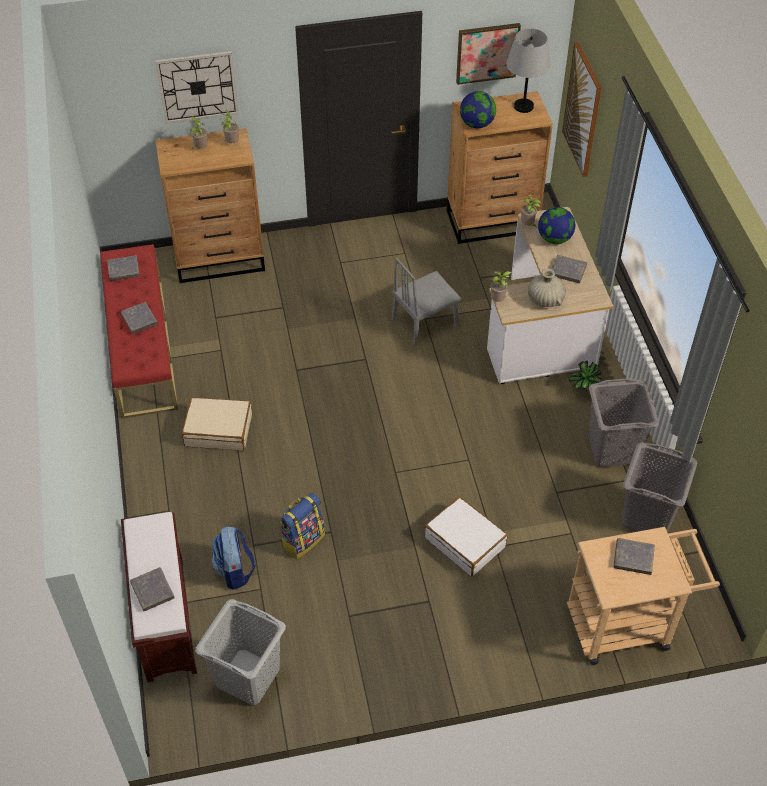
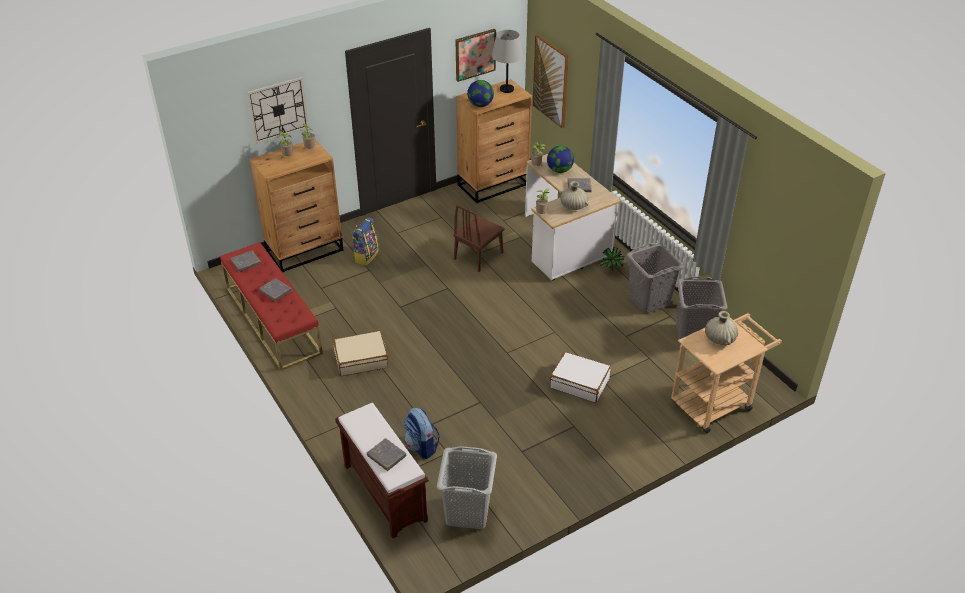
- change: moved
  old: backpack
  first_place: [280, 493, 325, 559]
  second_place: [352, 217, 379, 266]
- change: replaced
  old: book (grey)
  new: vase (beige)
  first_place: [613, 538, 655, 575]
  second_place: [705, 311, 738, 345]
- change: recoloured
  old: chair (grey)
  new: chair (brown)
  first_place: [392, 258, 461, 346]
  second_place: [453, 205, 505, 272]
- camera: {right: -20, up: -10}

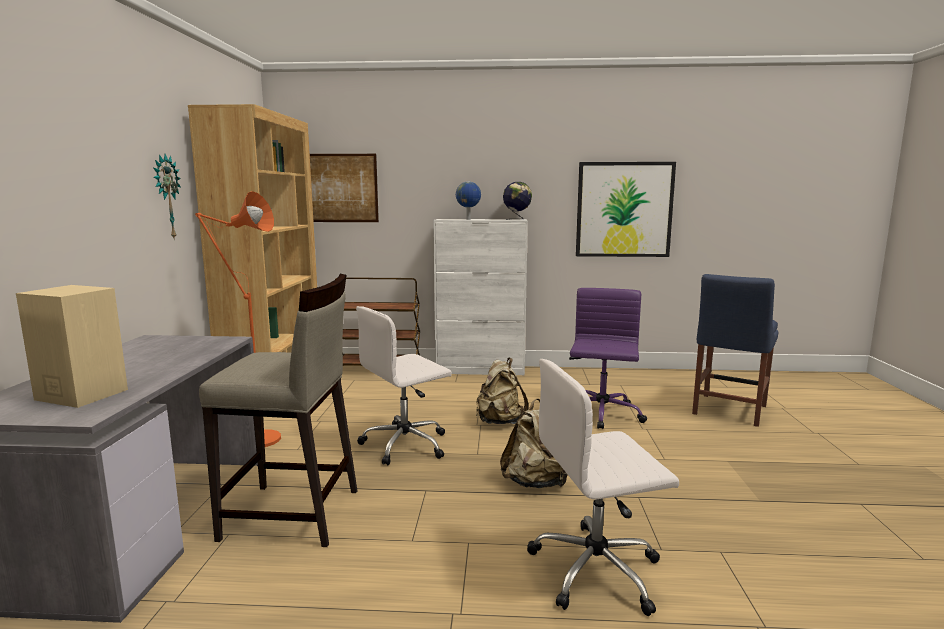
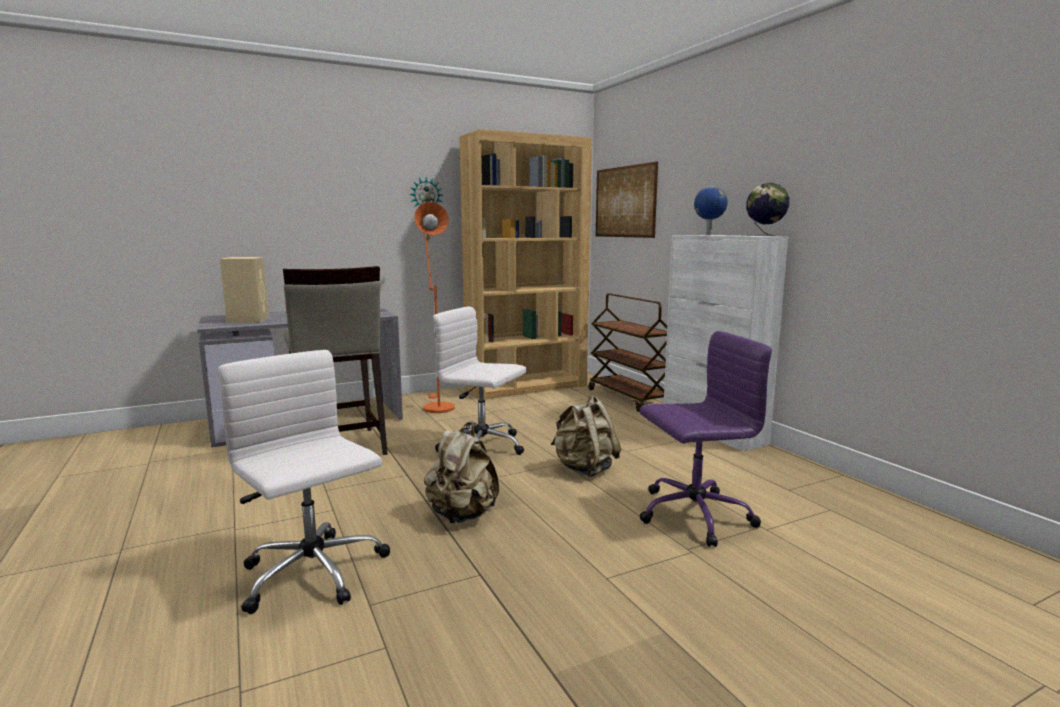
- change: removed
  old: picture
  first_place: [576, 162, 676, 257]
- change: removed
  old: chair (blue)
  first_place: [692, 274, 778, 427]
- camera: {right: 60, up: 0}

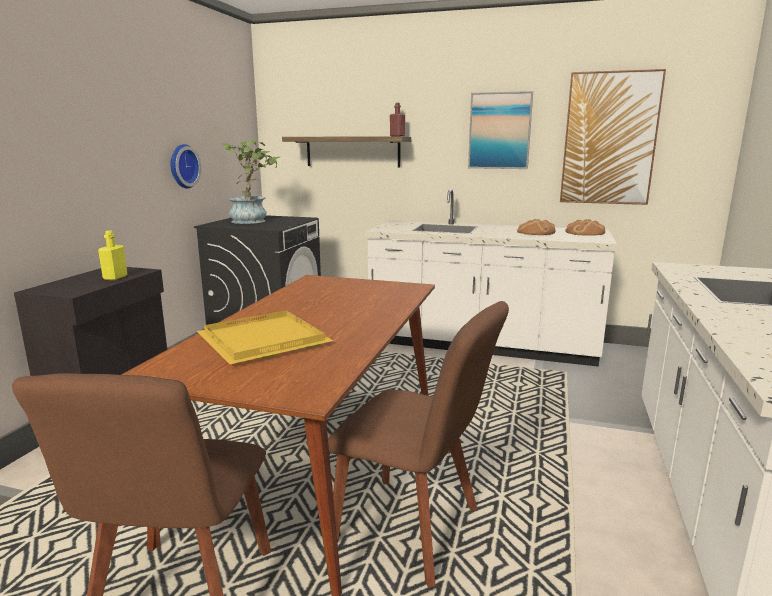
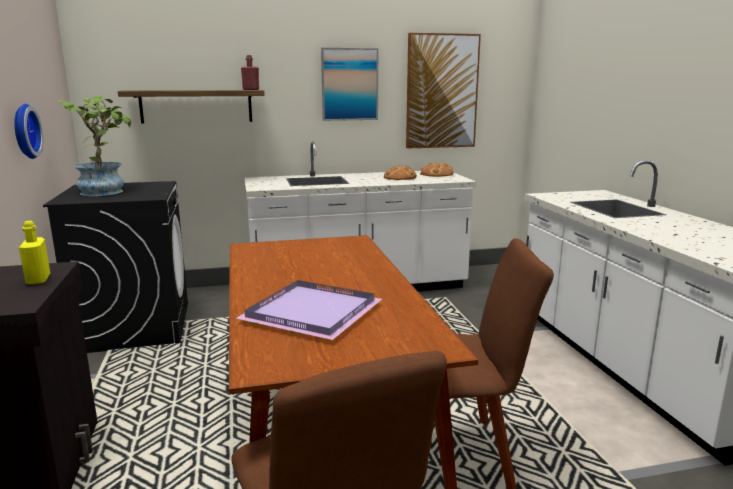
- change: recoloured
  old: tray (yellow)
  new: tray (purple)
  first_place: [197, 310, 333, 364]
  second_place: [235, 280, 382, 340]
- camera: {right: -30, up: 0}

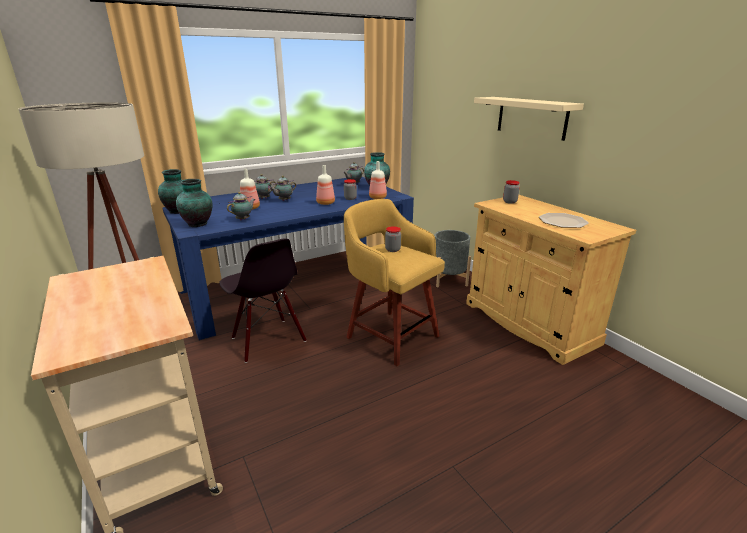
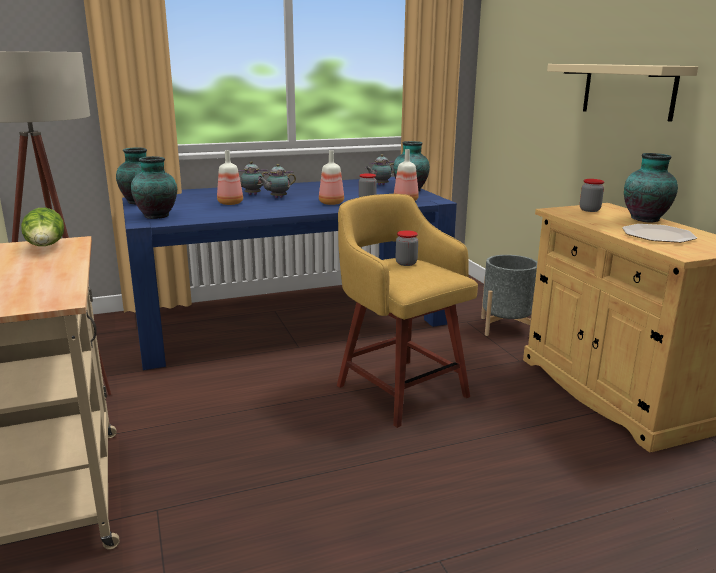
- change: removed
  old: chair (black)
  first_place: [219, 238, 307, 363]
- change: removed
  old: teapot
  first_place: [227, 192, 255, 220]
- change: added
  new: lettuce
  second_place: [21, 208, 64, 246]
- change: added
  new: vase
  second_place: [624, 153, 678, 223]
- camera: {right: 10, up: -5}

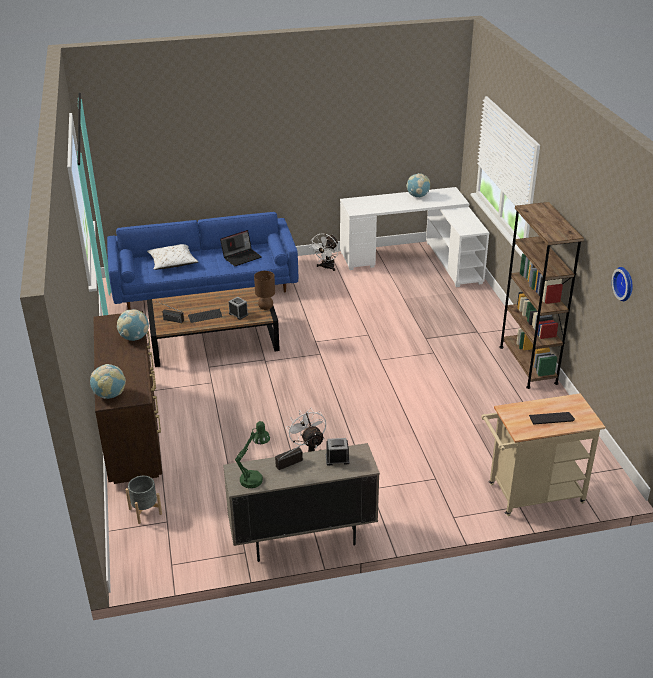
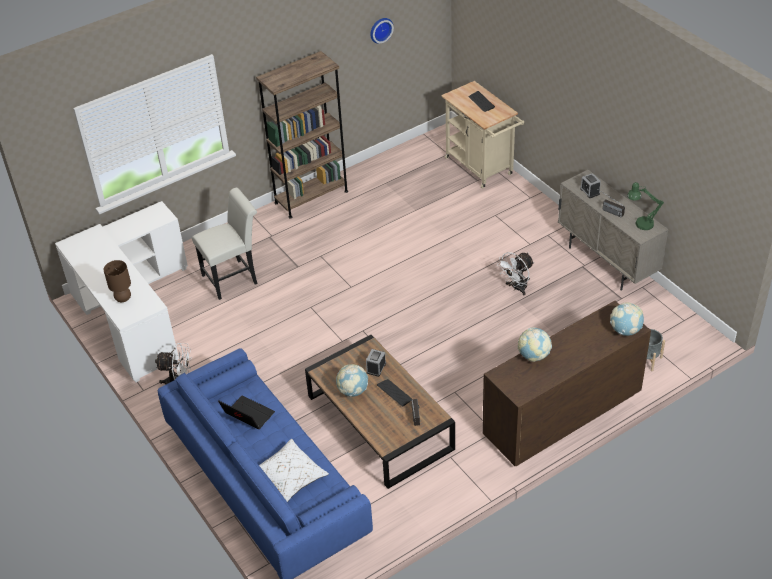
- change: added
  new: chair (white)
  second_place: [192, 188, 258, 300]
- change: moved
  old: table lamp (brown)
  first_place: [254, 271, 275, 310]
  second_place: [103, 260, 131, 302]
- change: moved
  old: globe
  first_place: [406, 173, 430, 198]
  second_place: [336, 364, 368, 397]
- camera: {right: -110, up: 10}

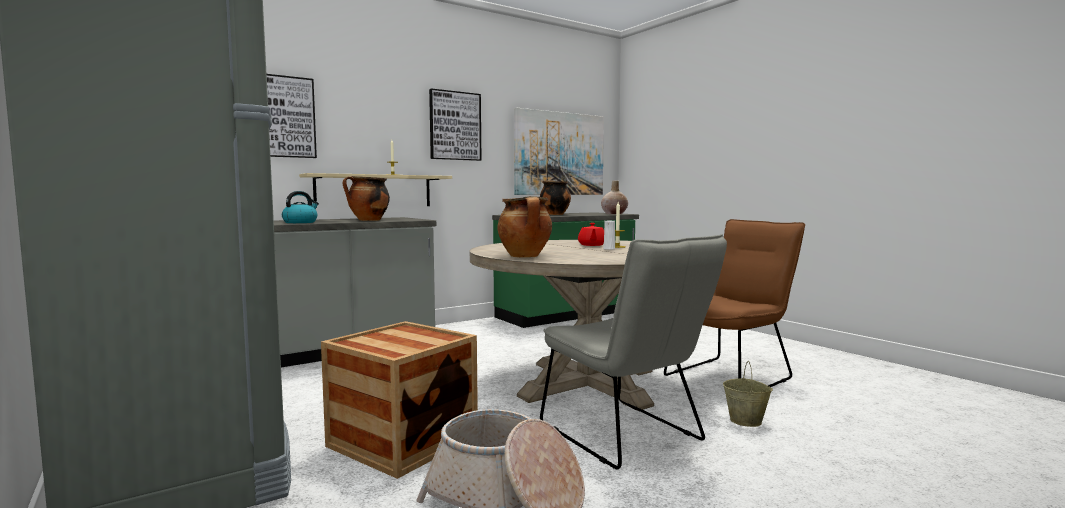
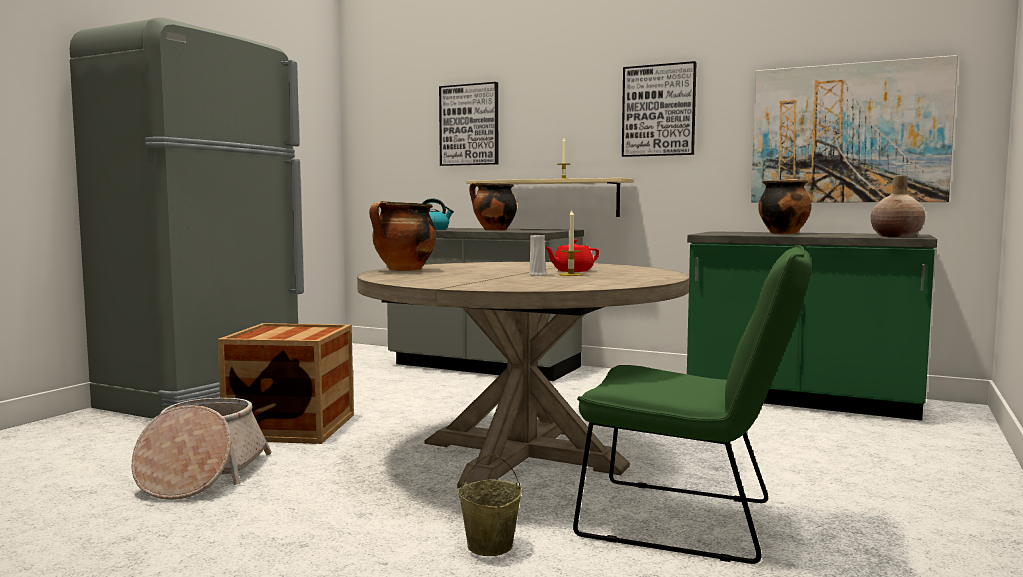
- change: removed
  old: chair (grey)
  first_place: [540, 234, 727, 469]
- change: recoloured
  old: chair (brown)
  new: chair (green)
  first_place: [664, 219, 805, 387]
  second_place: [573, 245, 812, 564]
- camera: {right: 60, up: 0}

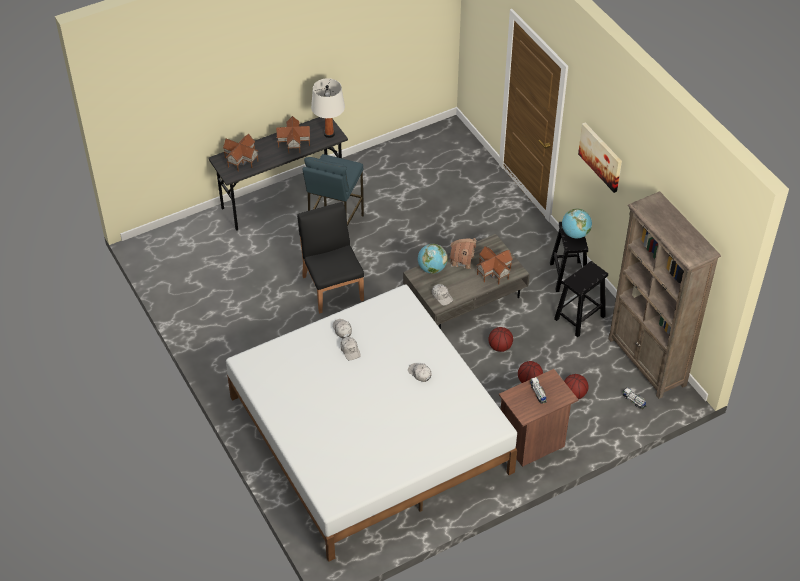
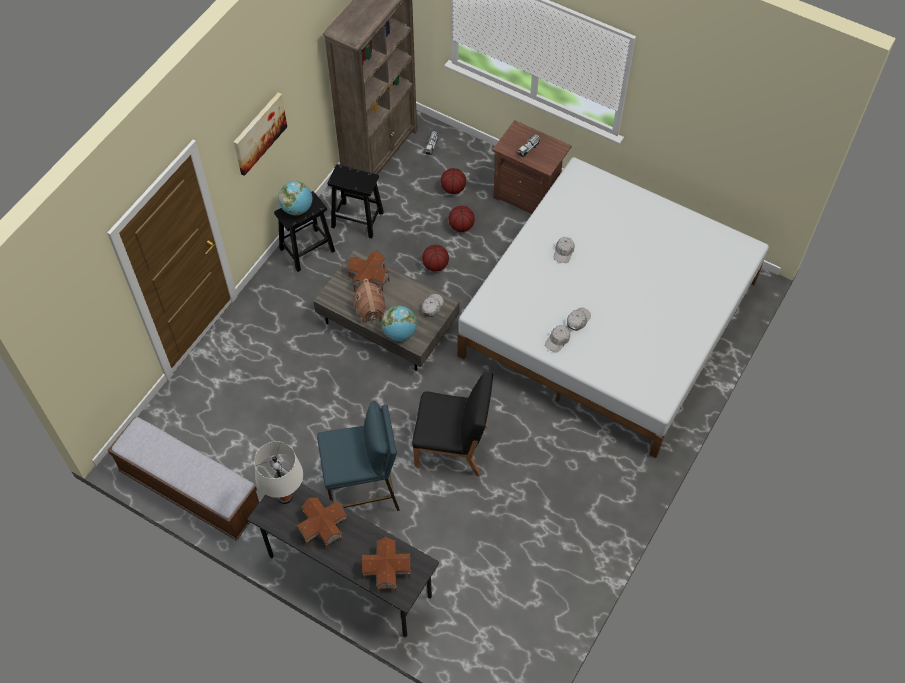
- change: added
  new: bench
  second_place: [108, 417, 259, 541]
- change: turned
  old: chair (black)
  first_place: [297, 202, 364, 313]
  second_place: [412, 373, 493, 476]
  degrees: -120
- camera: {right: -120, up: 10}

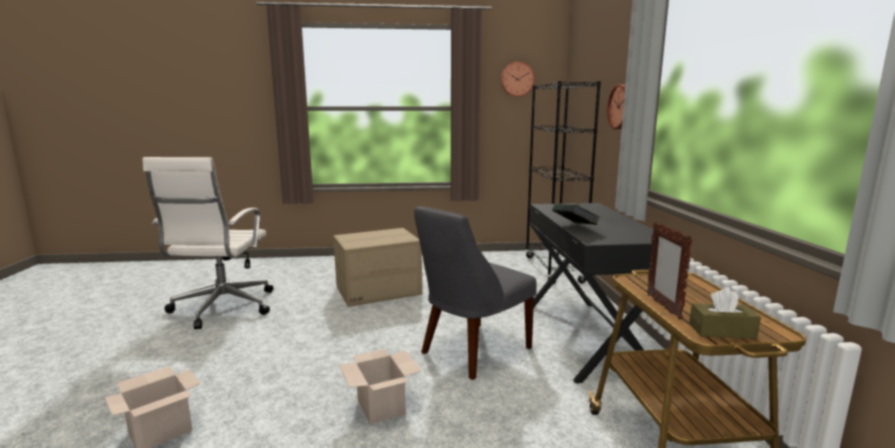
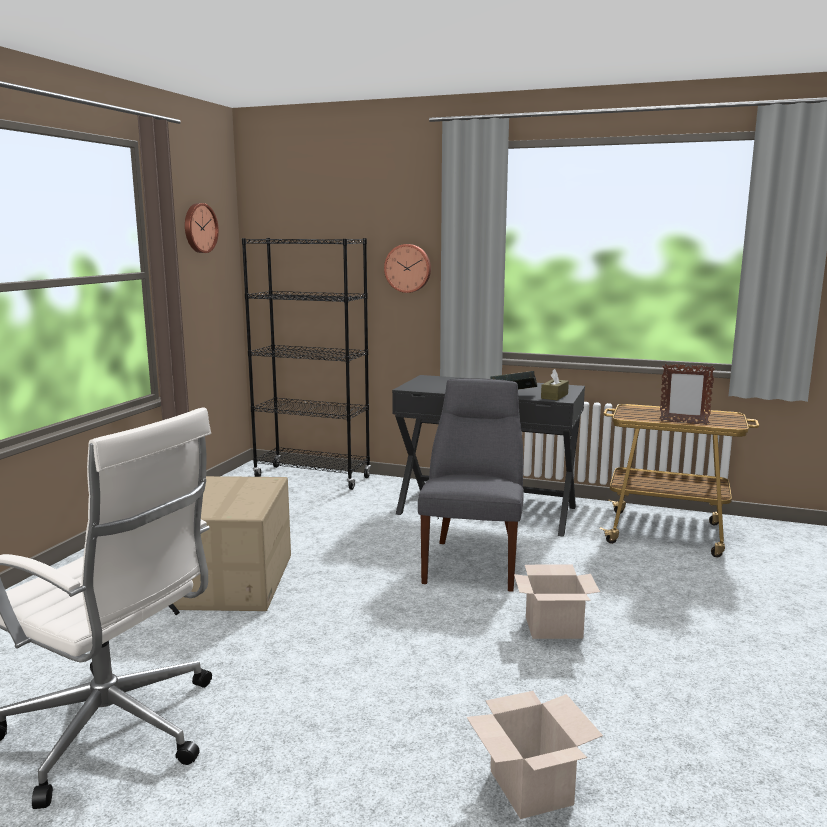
- change: moved
  old: tissue box (brown)
  first_place: [689, 287, 761, 339]
  second_place: [541, 369, 569, 400]
- change: turned
  old: chair (grey)
  first_place: [414, 206, 537, 380]
  second_place: [418, 378, 524, 592]
  degrees: -150
- camera: {right: -65, up: 0}

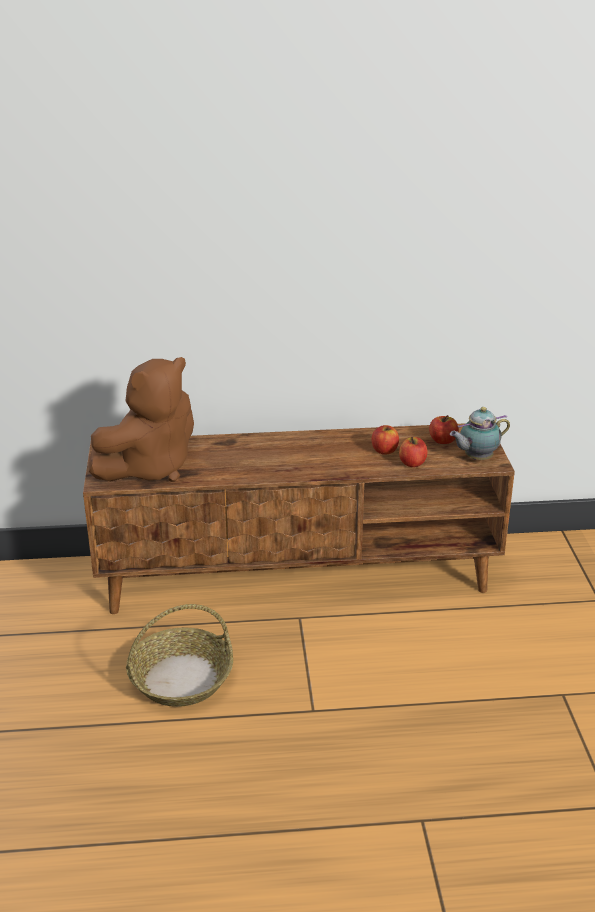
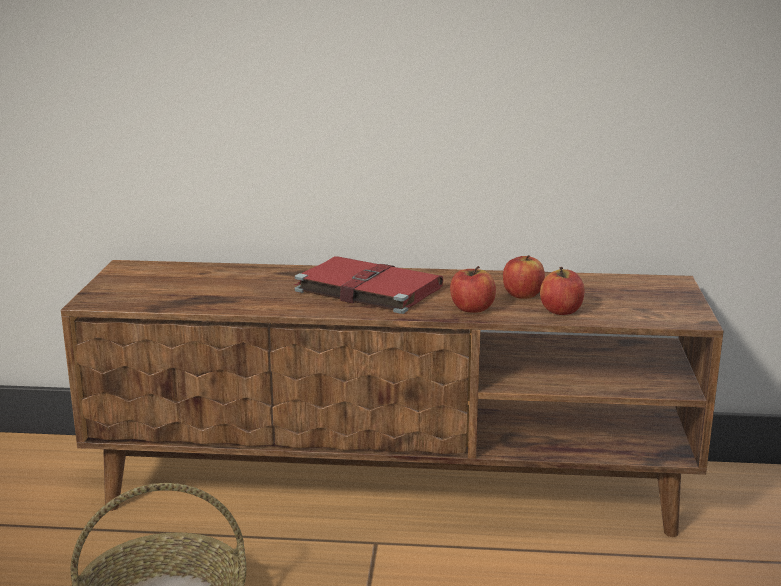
- change: removed
  old: plush toy (brown)
  first_place: [89, 357, 194, 482]
- change: removed
  old: teapot
  first_place: [450, 407, 510, 460]
- change: added
  new: book (red)
  second_place: [293, 256, 443, 314]
- change: moved
  old: apple
  first_place: [429, 415, 459, 444]
  second_place: [450, 266, 496, 312]
- camera: {right: 10, up: -10}

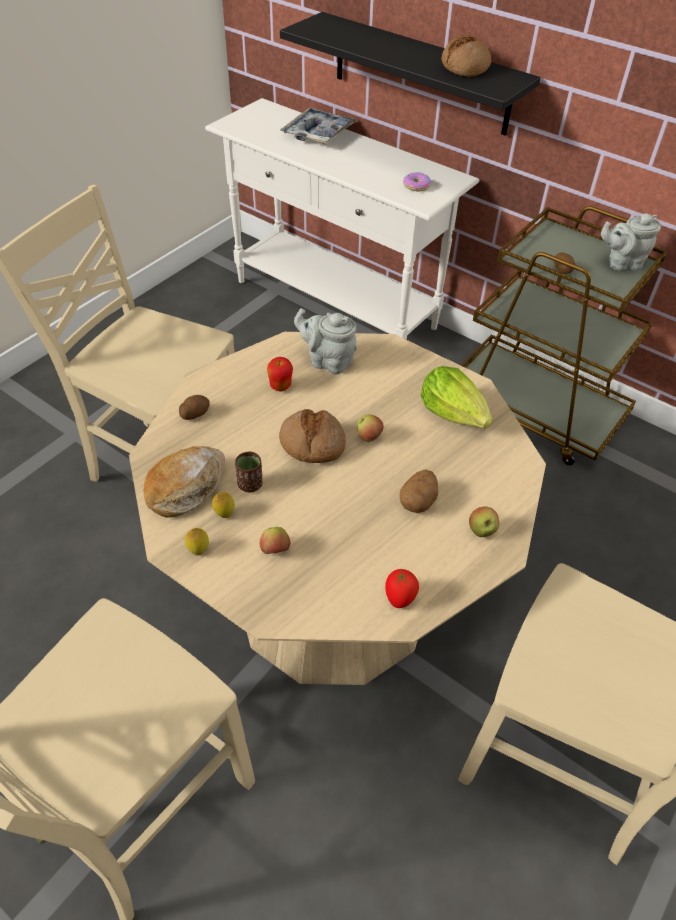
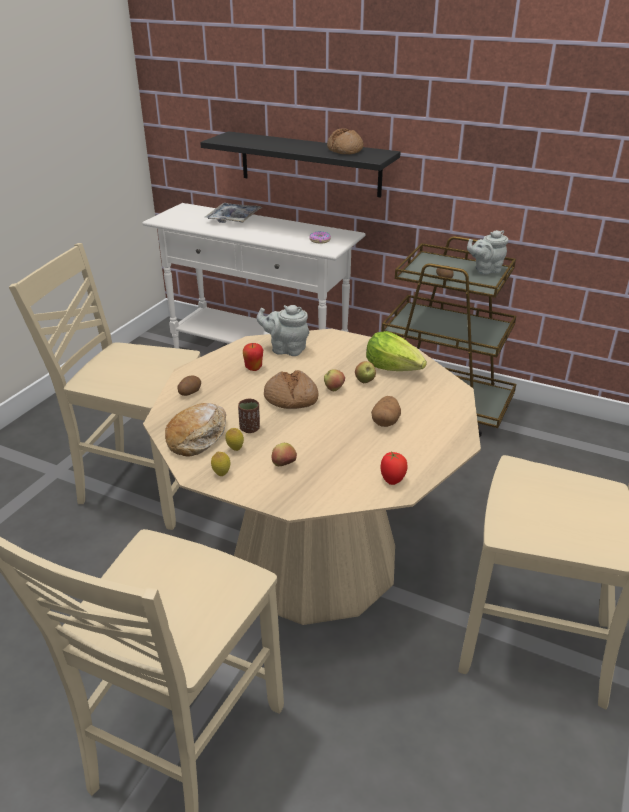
- change: moved
  old: apple
  first_place: [469, 507, 499, 537]
  second_place: [355, 361, 376, 383]
- camera: {right: -10, up: -15}

